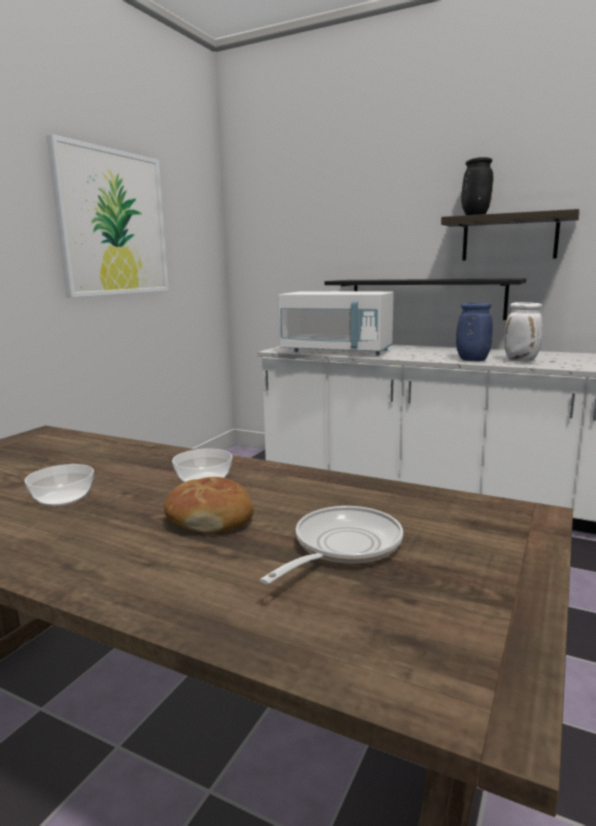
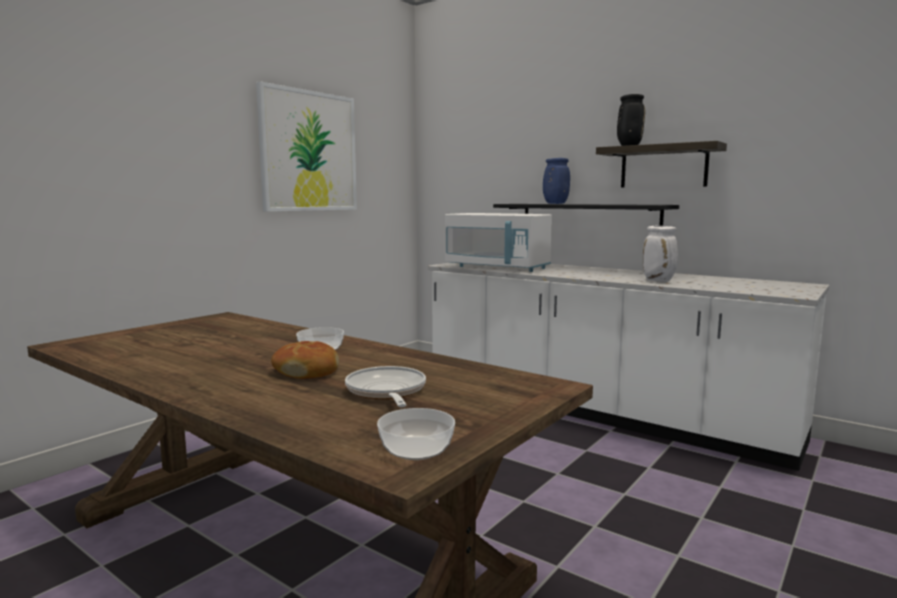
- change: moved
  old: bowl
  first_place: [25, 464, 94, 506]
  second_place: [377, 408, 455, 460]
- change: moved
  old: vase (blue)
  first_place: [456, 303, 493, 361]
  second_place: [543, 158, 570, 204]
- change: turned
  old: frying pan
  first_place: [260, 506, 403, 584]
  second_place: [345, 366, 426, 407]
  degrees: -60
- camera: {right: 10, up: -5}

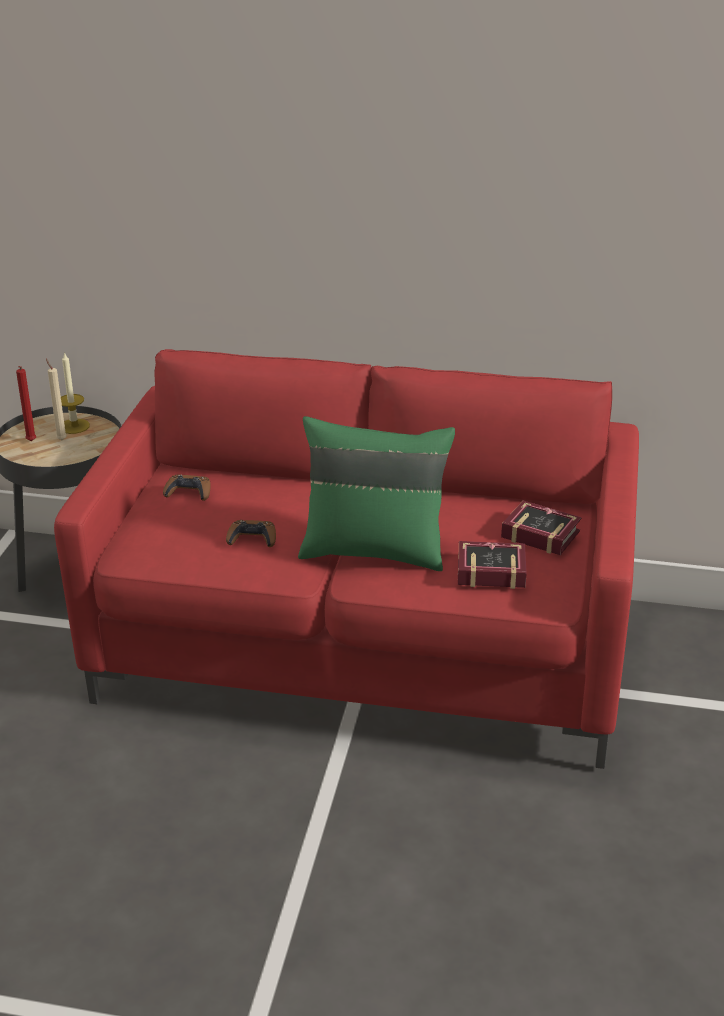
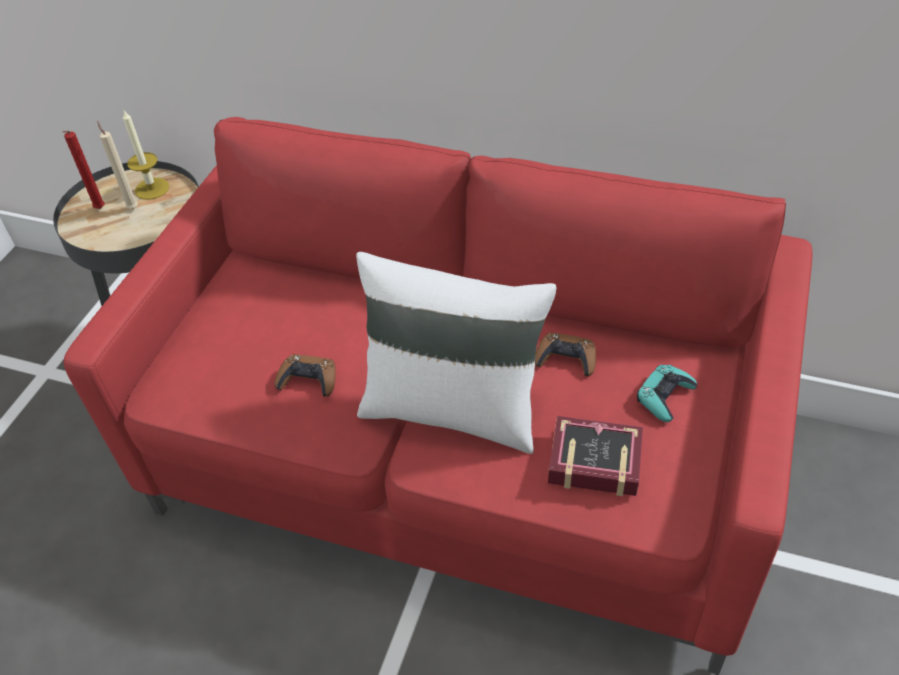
- change: moved
  old: game controller (brown)
  first_place: [163, 474, 211, 501]
  second_place: [535, 333, 596, 376]
- change: replaced
  old: book
  new: game controller (turquoise)
  first_place: [501, 500, 581, 555]
  second_place: [637, 365, 697, 422]
- change: recoloured
  old: pillow (green)
  new: pillow (white)
  first_place: [298, 416, 455, 571]
  second_place: [356, 252, 556, 454]
- camera: {right: 10, up: 15}

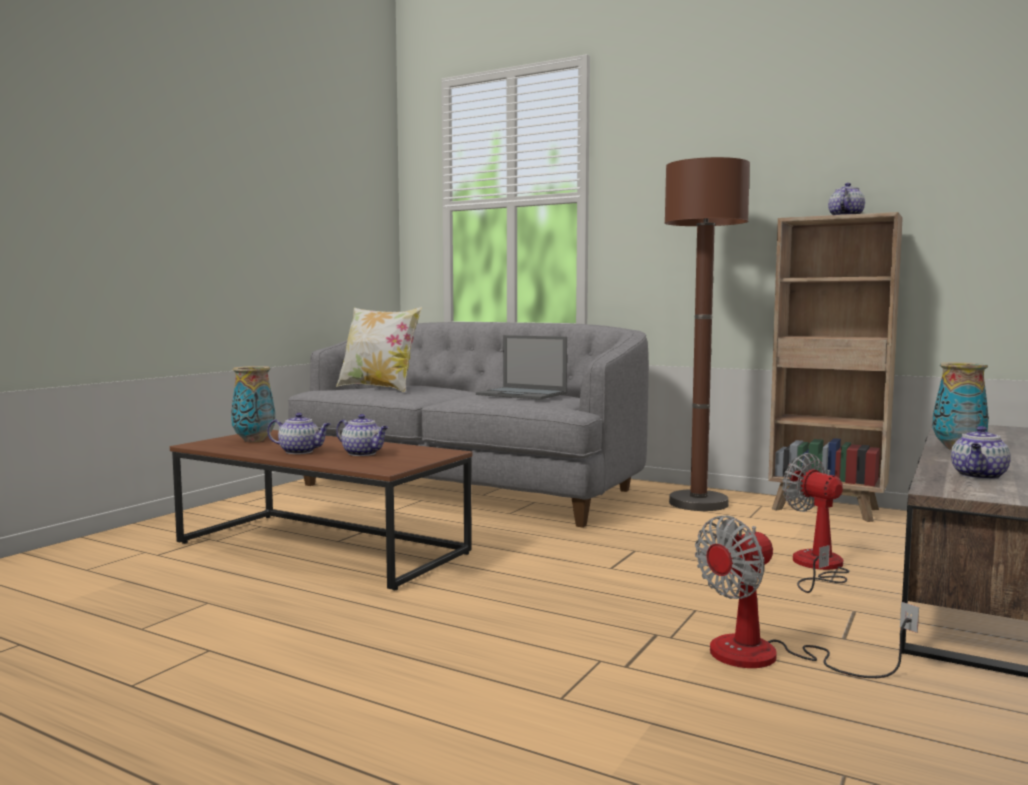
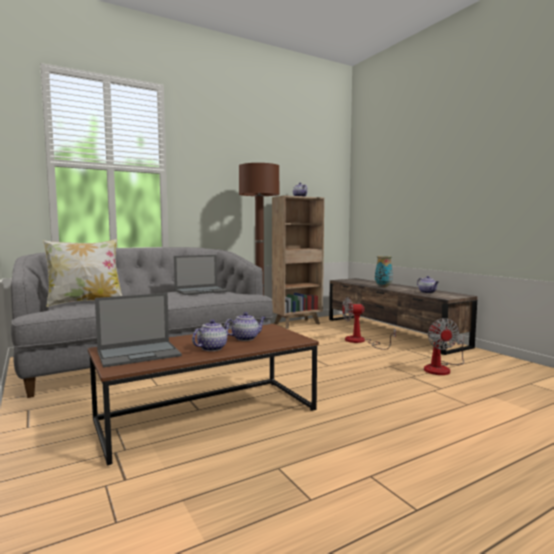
- change: replaced
  old: vase
  new: laptop
  first_place: [231, 366, 275, 442]
  second_place: [95, 293, 182, 367]
- camera: {right: -60, up: 0}

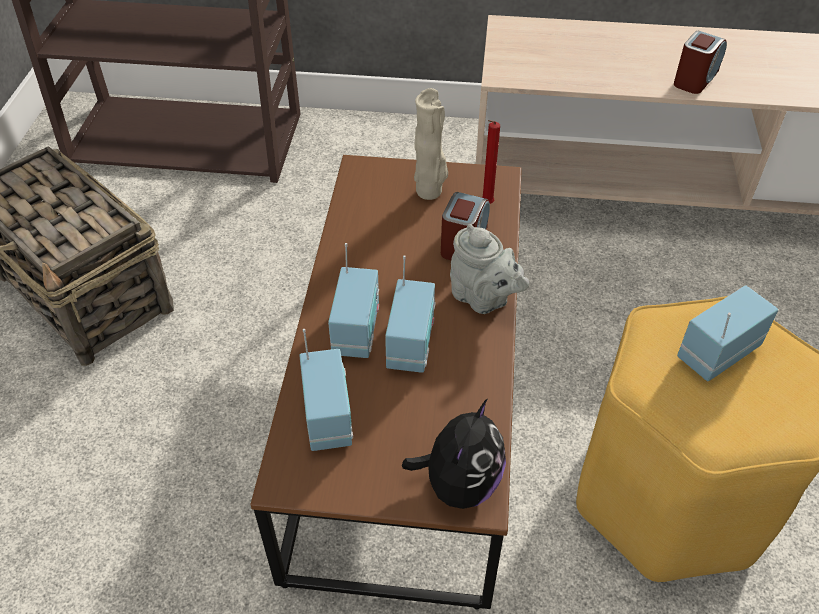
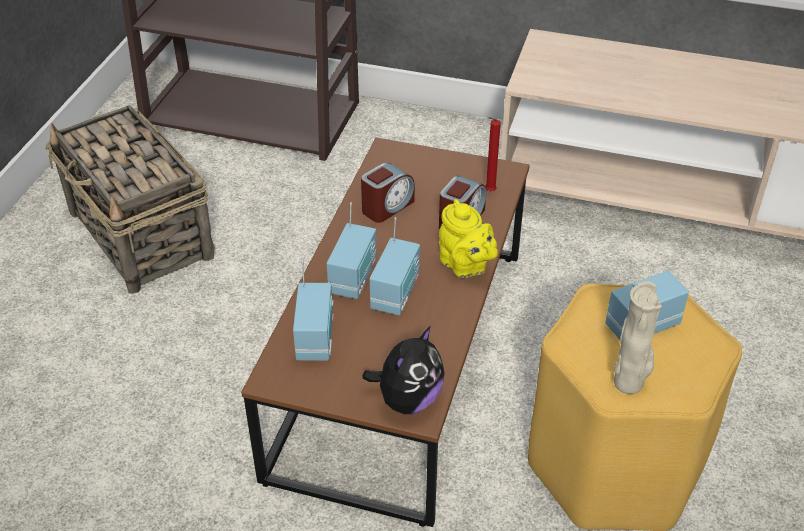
- change: moved
  old: vase (beige)
  first_place: [414, 88, 448, 200]
  second_place: [614, 281, 662, 394]
- change: moved
  old: alarm clock
  first_place: [674, 31, 727, 94]
  second_place: [361, 163, 415, 223]
- change: recoloured
  old: teapot (grey)
  new: teapot (yellow)
  first_place: [450, 224, 529, 314]
  second_place: [439, 199, 498, 278]
- camera: {right: 10, up: -5}

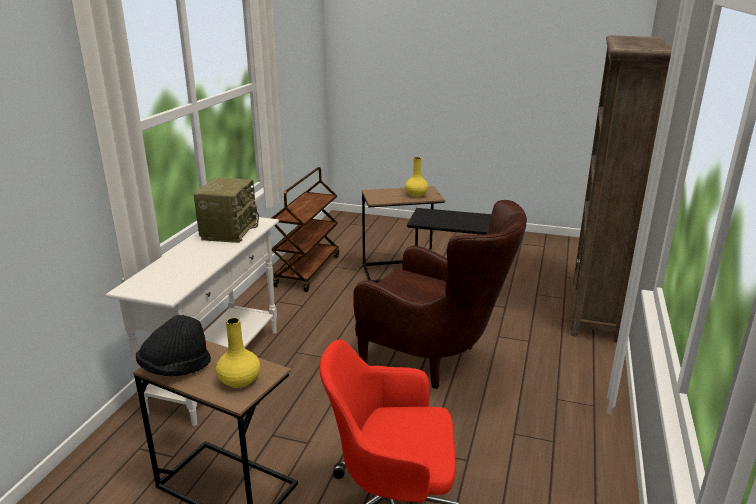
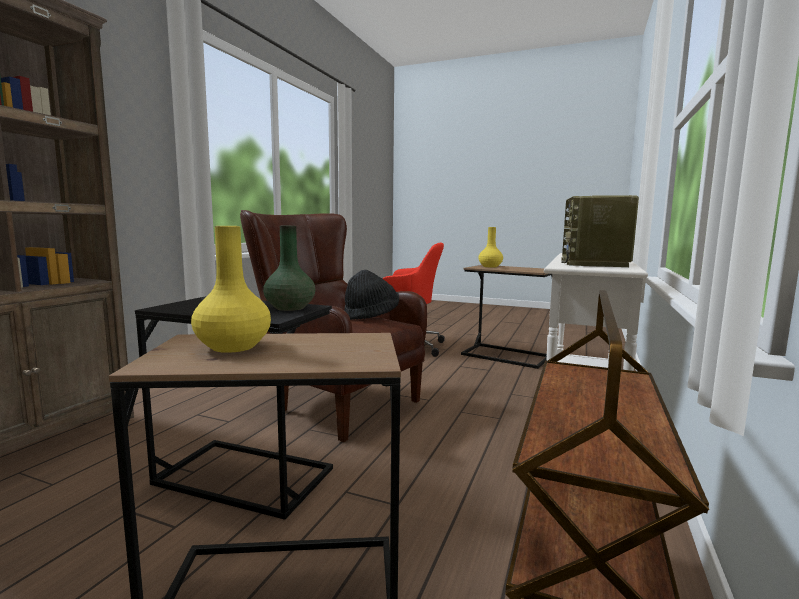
- change: added
  new: vase (green)
  second_place: [263, 226, 315, 311]
- change: moved
  old: hat (black)
  first_place: [136, 315, 211, 376]
  second_place: [344, 270, 399, 320]
- camera: {right: -175, up: -15}

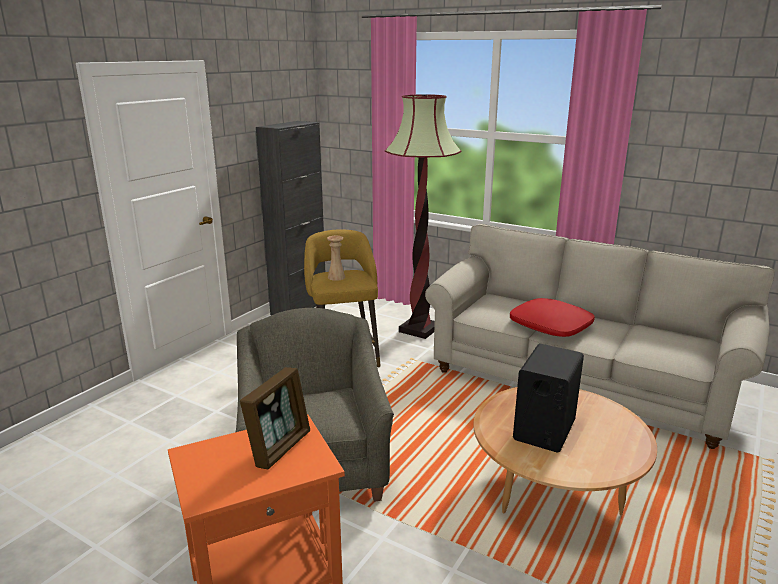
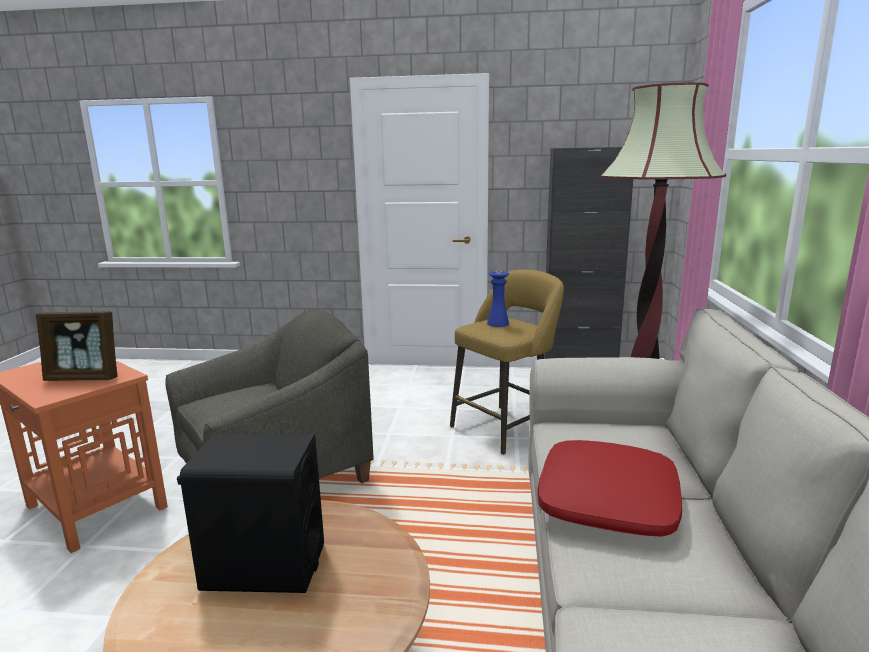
- change: recoloured
  old: vase (beige)
  new: vase (blue)
  first_place: [327, 236, 345, 281]
  second_place: [487, 271, 509, 327]
- camera: {right: 65, up: -5}

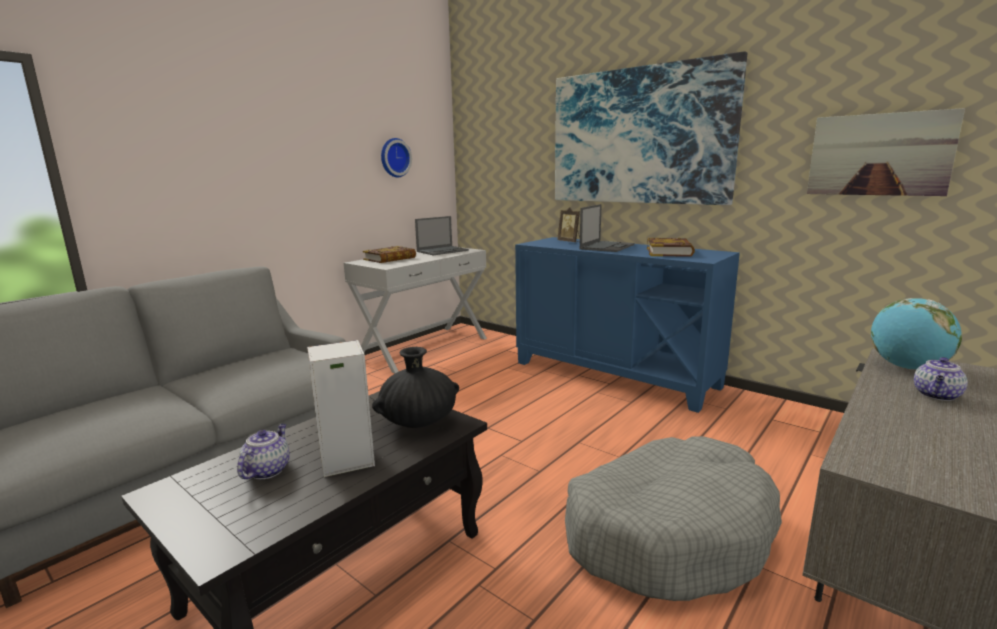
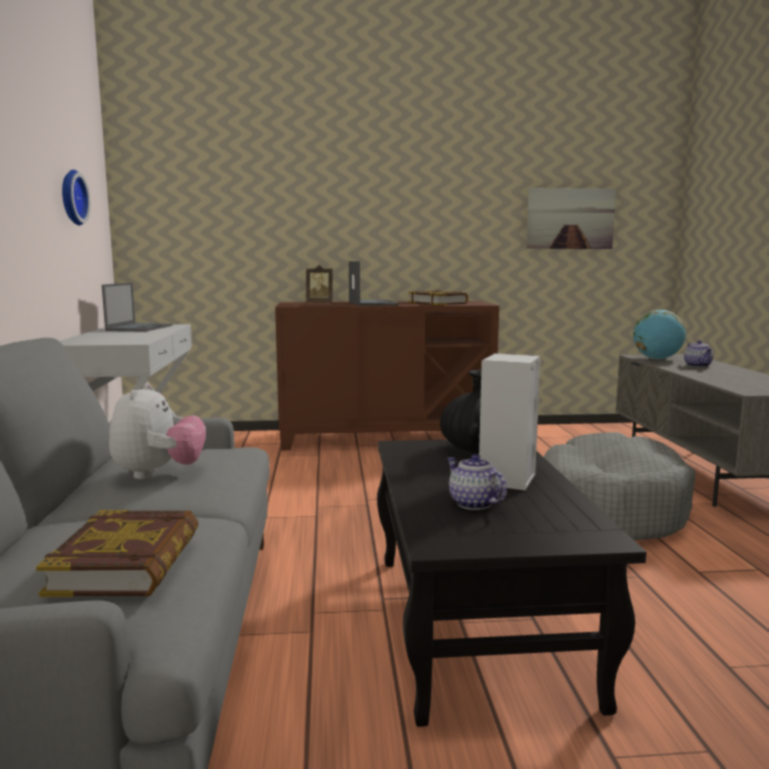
- change: removed
  old: picture
  first_place: [555, 51, 747, 205]
- change: added
  new: plush toy
  second_place: [109, 383, 206, 479]
- change: moved
  old: book
  first_place: [363, 246, 416, 263]
  second_place: [36, 510, 198, 597]
- change: recoloured
  old: cabinet (blue)
  new: cabinet (brown)
  first_place: [515, 237, 740, 413]
  second_place: [275, 301, 499, 451]
- camera: {right: -45, up: -5}

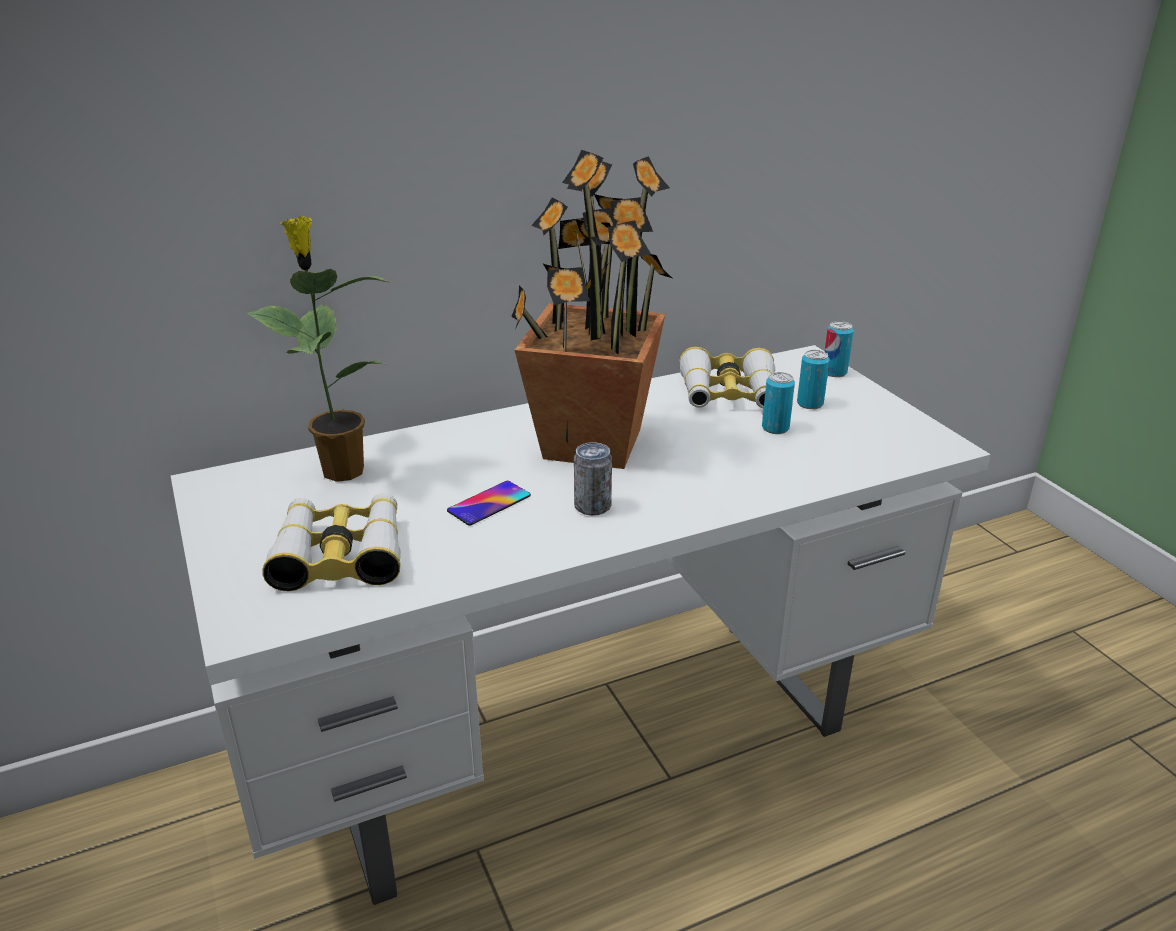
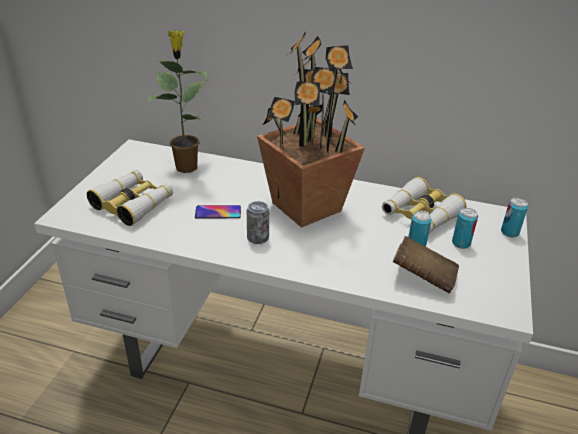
- change: added
  new: book (brown)
  second_place: [393, 236, 459, 294]
- camera: {right: 40, up: 5}

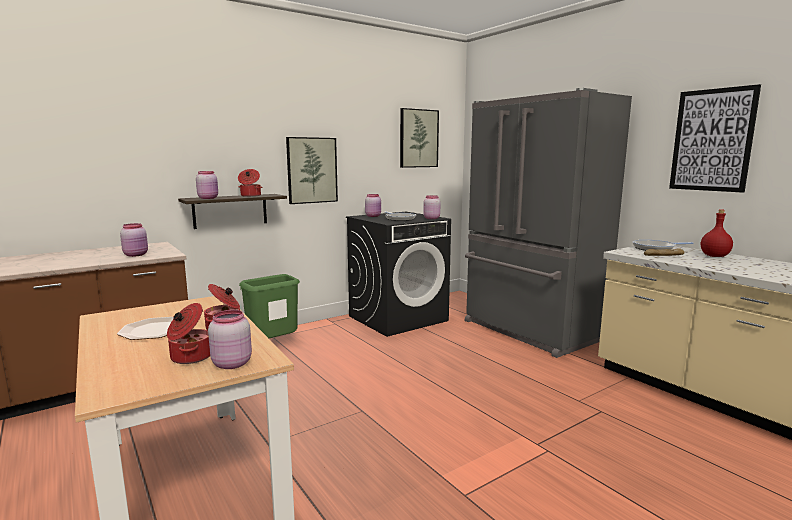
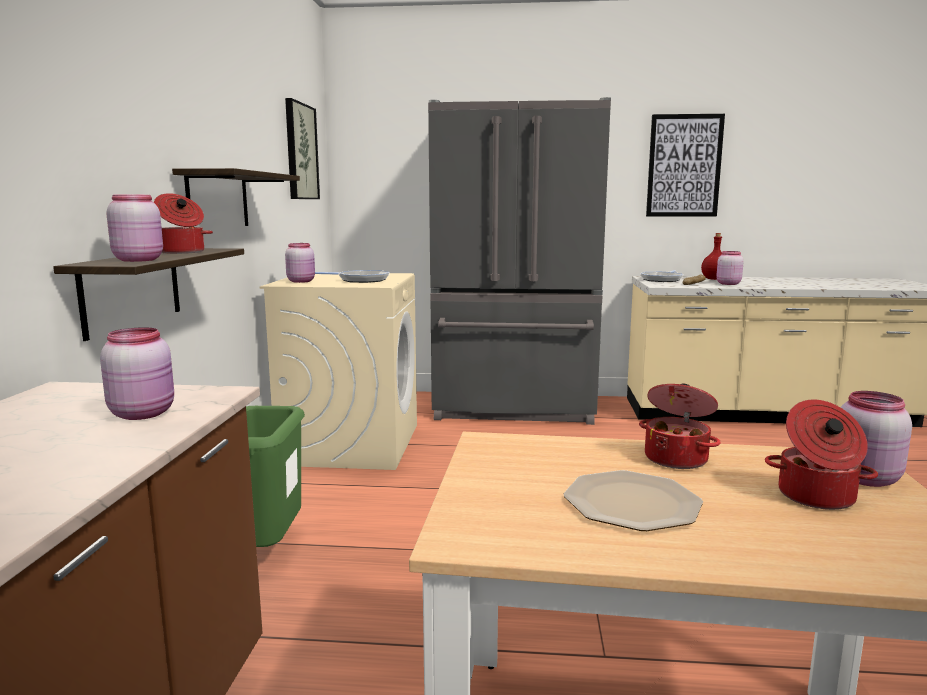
- change: moved
  old: jar (pink)
  first_place: [423, 195, 440, 219]
  second_place: [716, 251, 744, 285]
- change: replaced
  old: picture
  new: shelf
  first_place: [286, 137, 338, 204]
  second_place: [172, 168, 300, 226]
- change: recoloured
  old: washing machine (black)
  new: washing machine (beige)
  first_place: [346, 212, 451, 337]
  second_place: [260, 273, 417, 470]
- camera: {right: -50, up: 0}

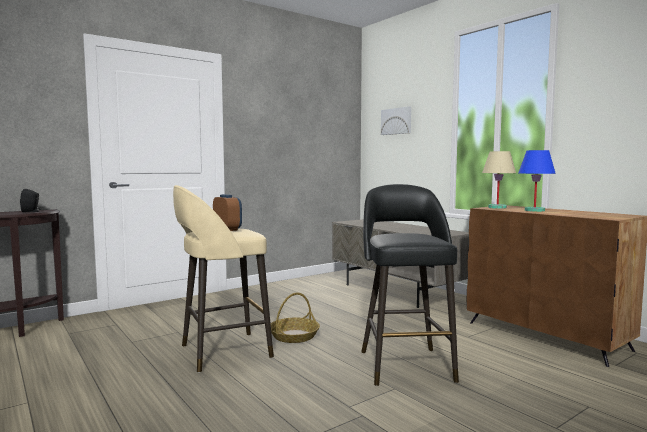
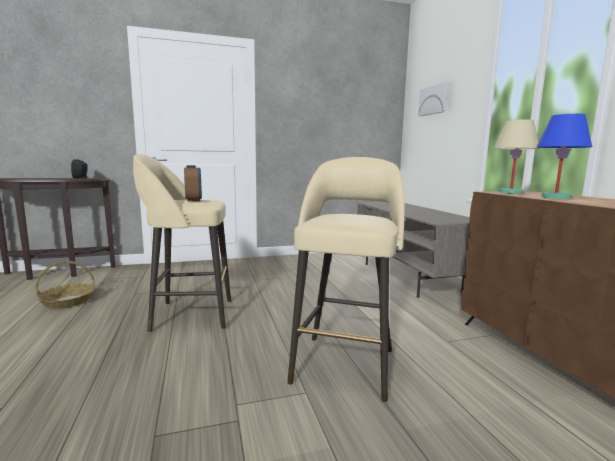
- change: moved
  old: basket
  first_place: [271, 293, 320, 343]
  second_place: [35, 261, 95, 309]
- change: recoloured
  old: stool (black)
  new: stool (beige)
  first_place: [361, 184, 459, 386]
  second_place: [287, 157, 405, 402]
- camera: {right: 20, up: 5}

